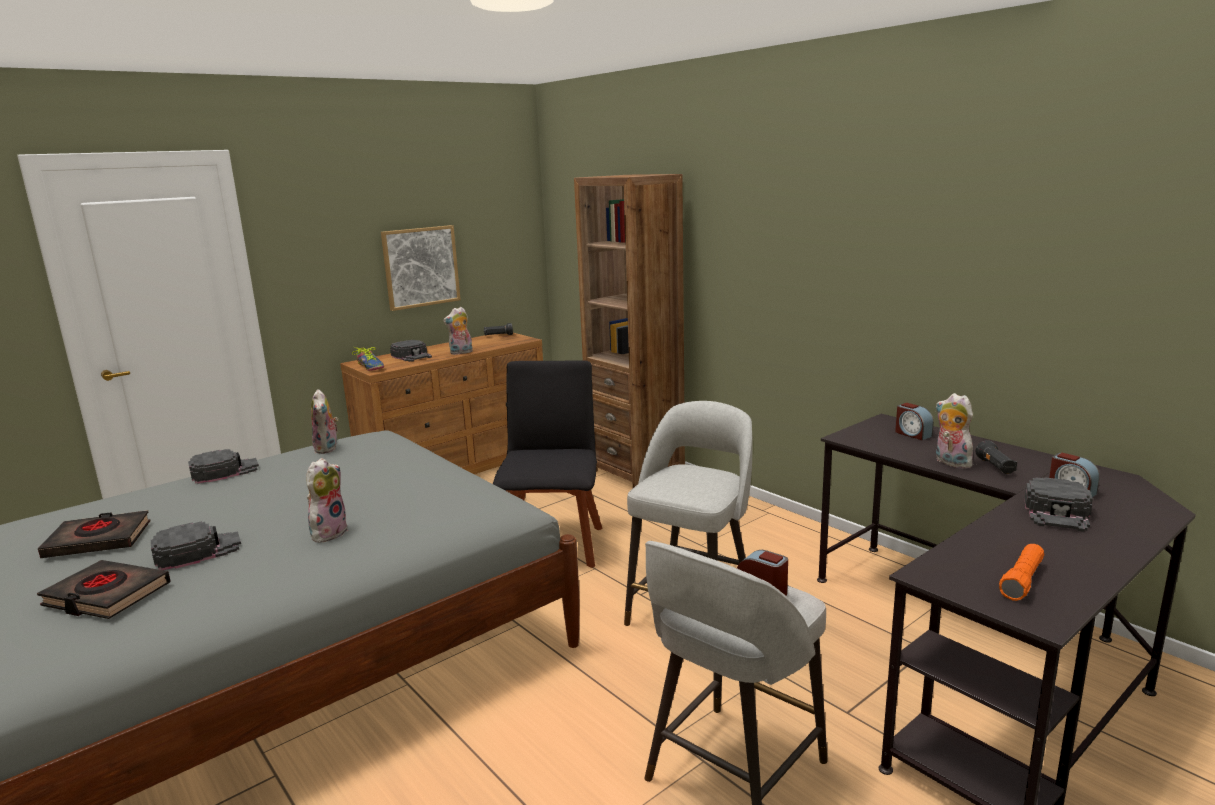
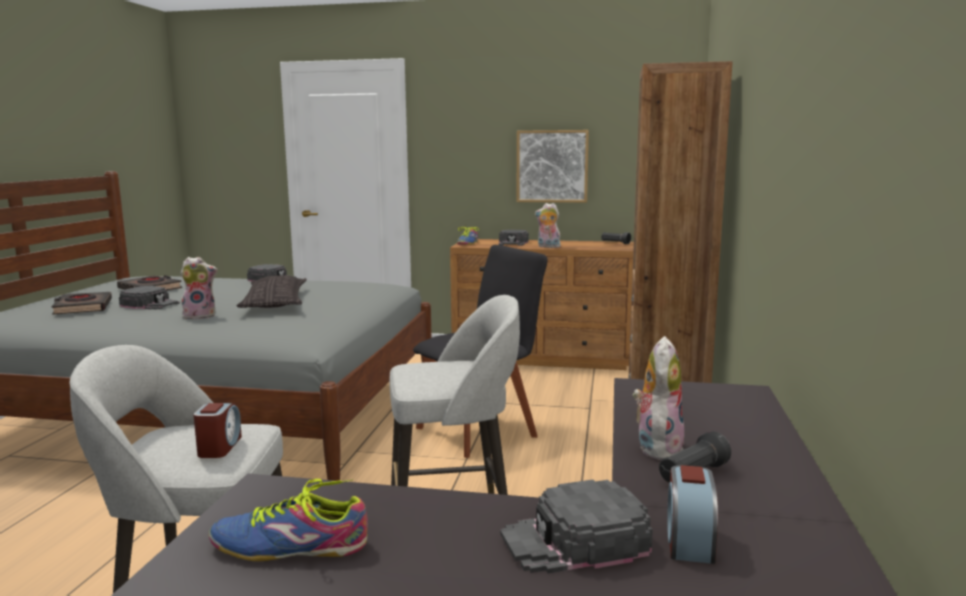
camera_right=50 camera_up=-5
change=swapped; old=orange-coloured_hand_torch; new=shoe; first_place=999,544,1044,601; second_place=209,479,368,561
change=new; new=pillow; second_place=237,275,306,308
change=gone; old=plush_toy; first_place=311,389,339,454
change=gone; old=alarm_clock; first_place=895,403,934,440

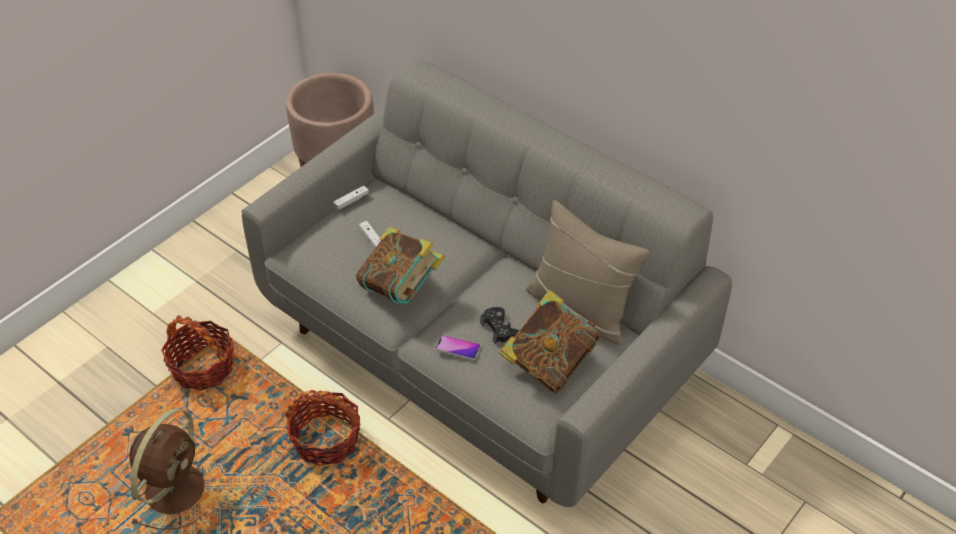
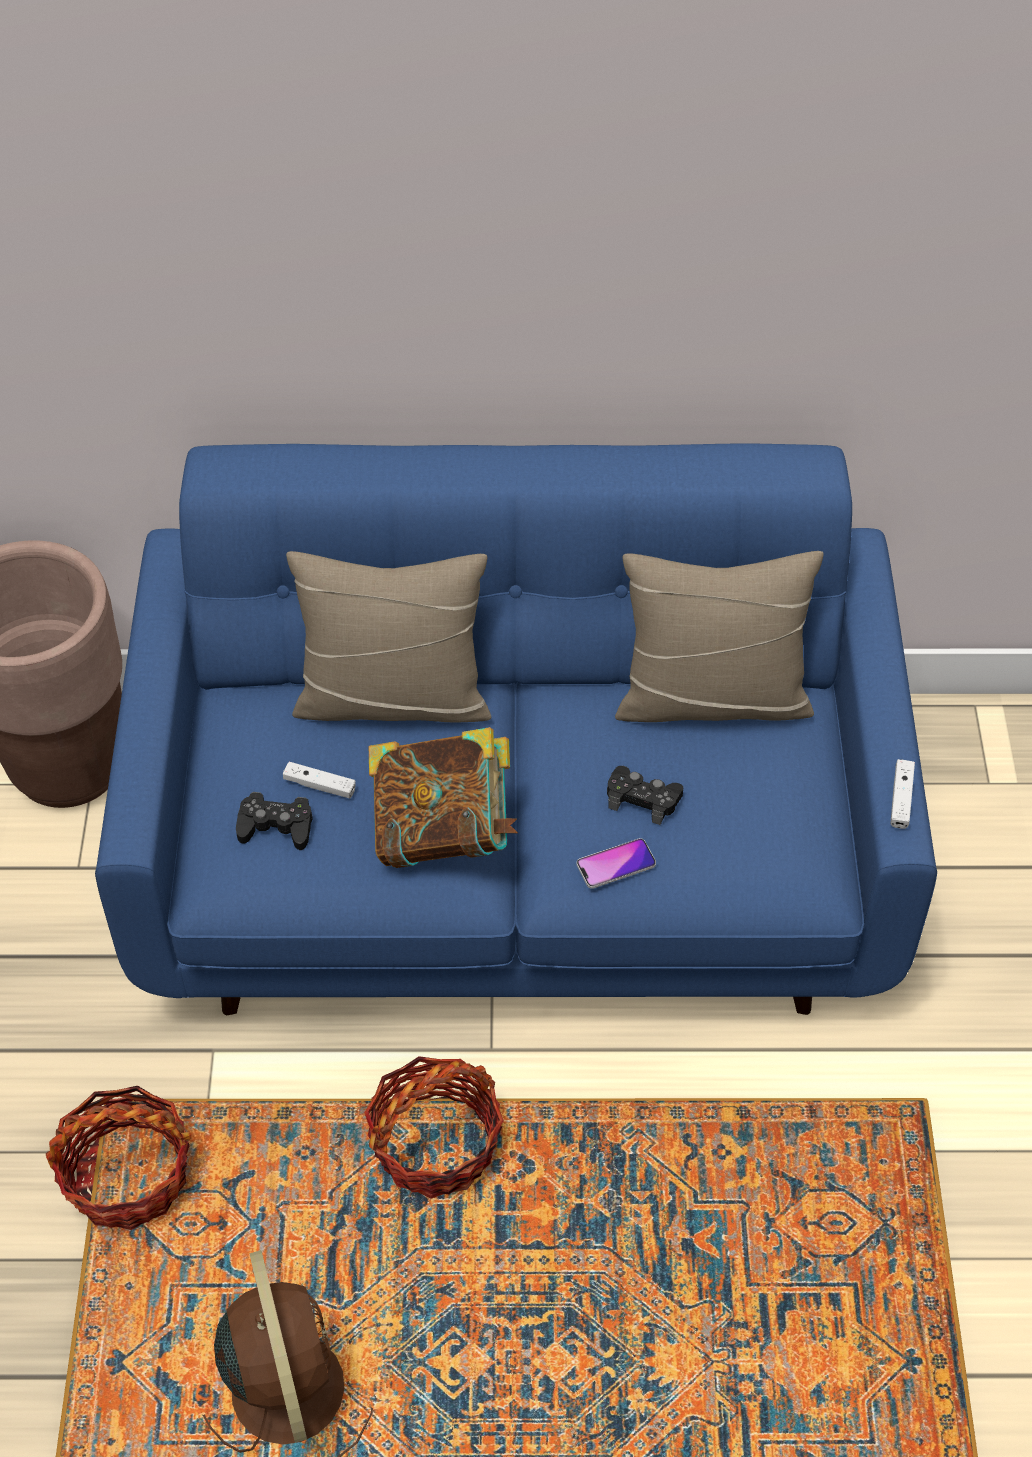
camera_right=-40 camera_up=5
change=repainted; old=grey_sofa; new=blue_sofa; first_place=242,60,732,507; second_place=95,443,937,1015
change=new; new=black-coloured_joypad; second_place=236,792,313,850
change=new; new=sand-coloured_pillow; second_place=286,551,491,723
change=shifted; old=white-coloured_joypad; first_place=333,186,369,210; second_place=890,759,915,829
change=gone; old=bound_book; first_place=499,290,600,393

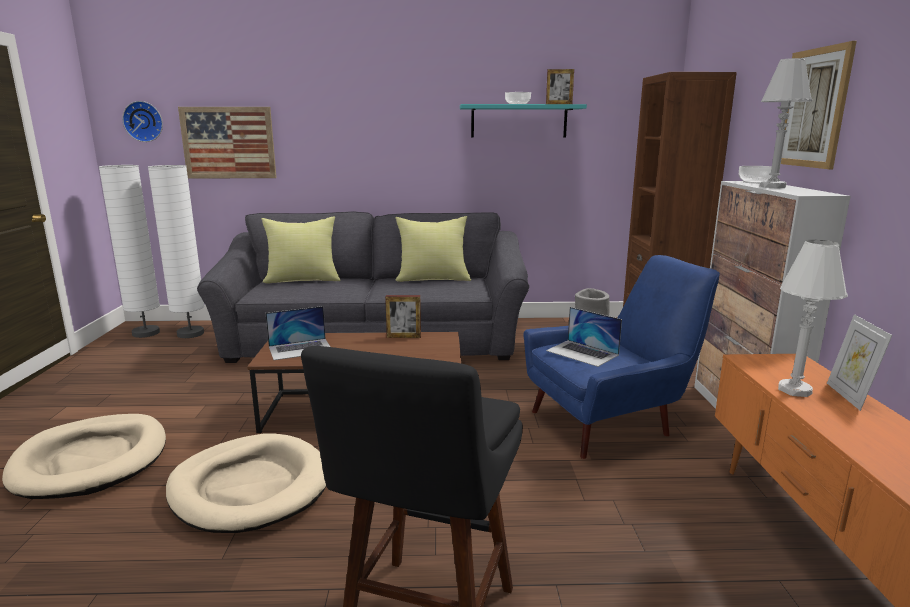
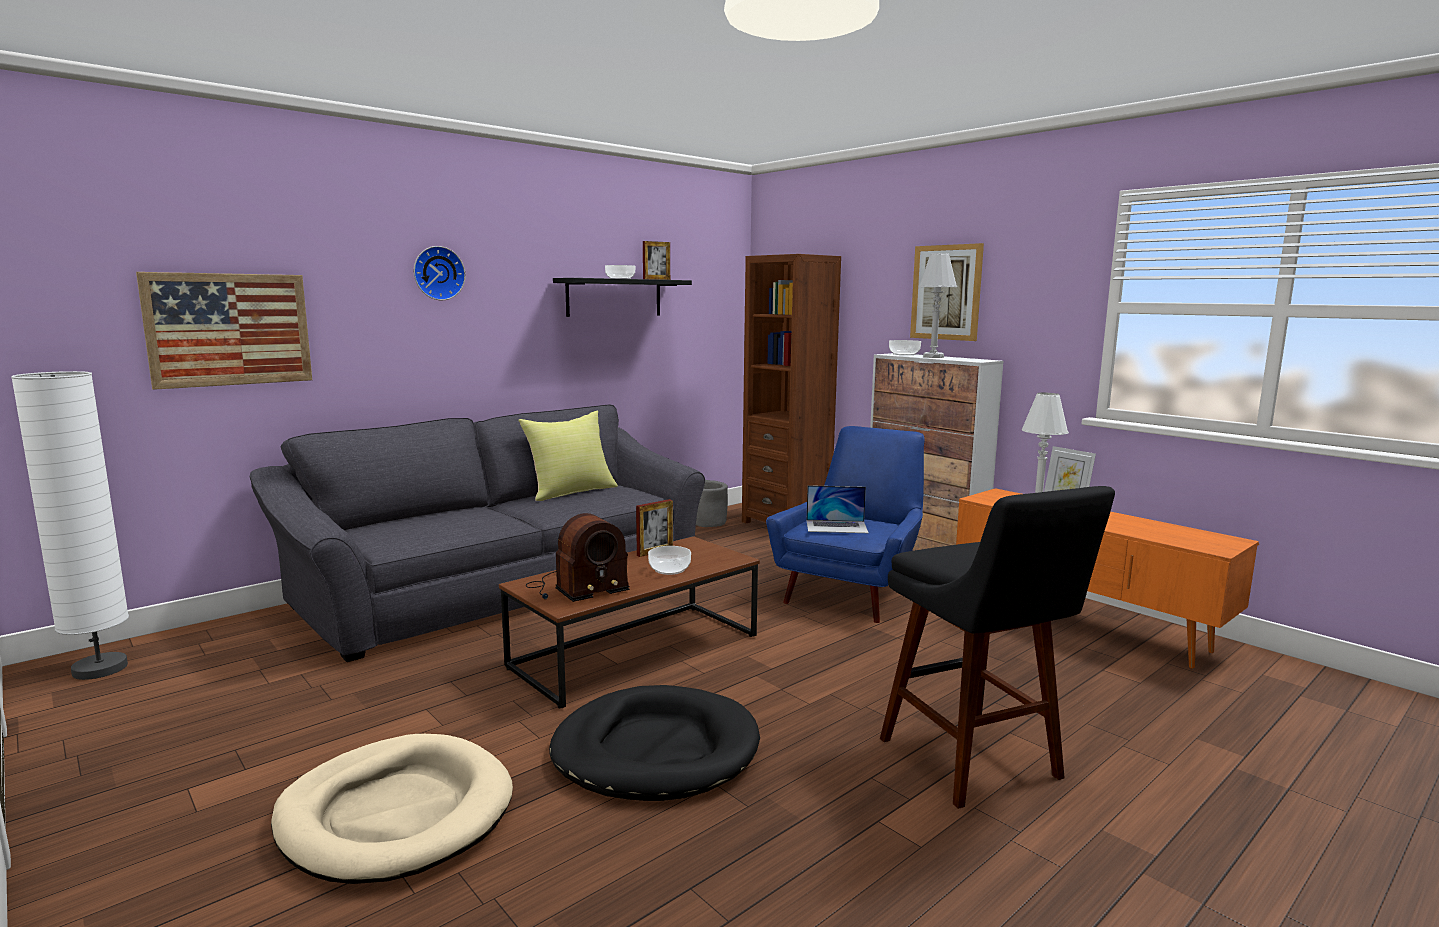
camera_right=-40 camera_up=-5
change=shifted; old=hanging_clock; first_place=122,101,163,142; second_place=414,246,466,300
change=swapped; old=portable_computer; new=radio; first_place=266,306,330,360; second_place=526,513,629,602
change=repainted; old=sand-coloured_dog_bed; new=black-coloured_dog_bed; first_place=166,433,326,533; second_place=549,685,760,801
change=repainted; old=turquoise_bracket_shelf; new=black-coloured_bracket_shelf; first_place=460,104,587,138; second_place=553,278,692,317
change=new; new=serving_bowl; second_place=648,546,691,575
change=gone; old=white-coloured_standing_lamp; first_place=148,165,205,338
change=gone; old=yellow-coloured_pillow; first_place=261,216,340,284

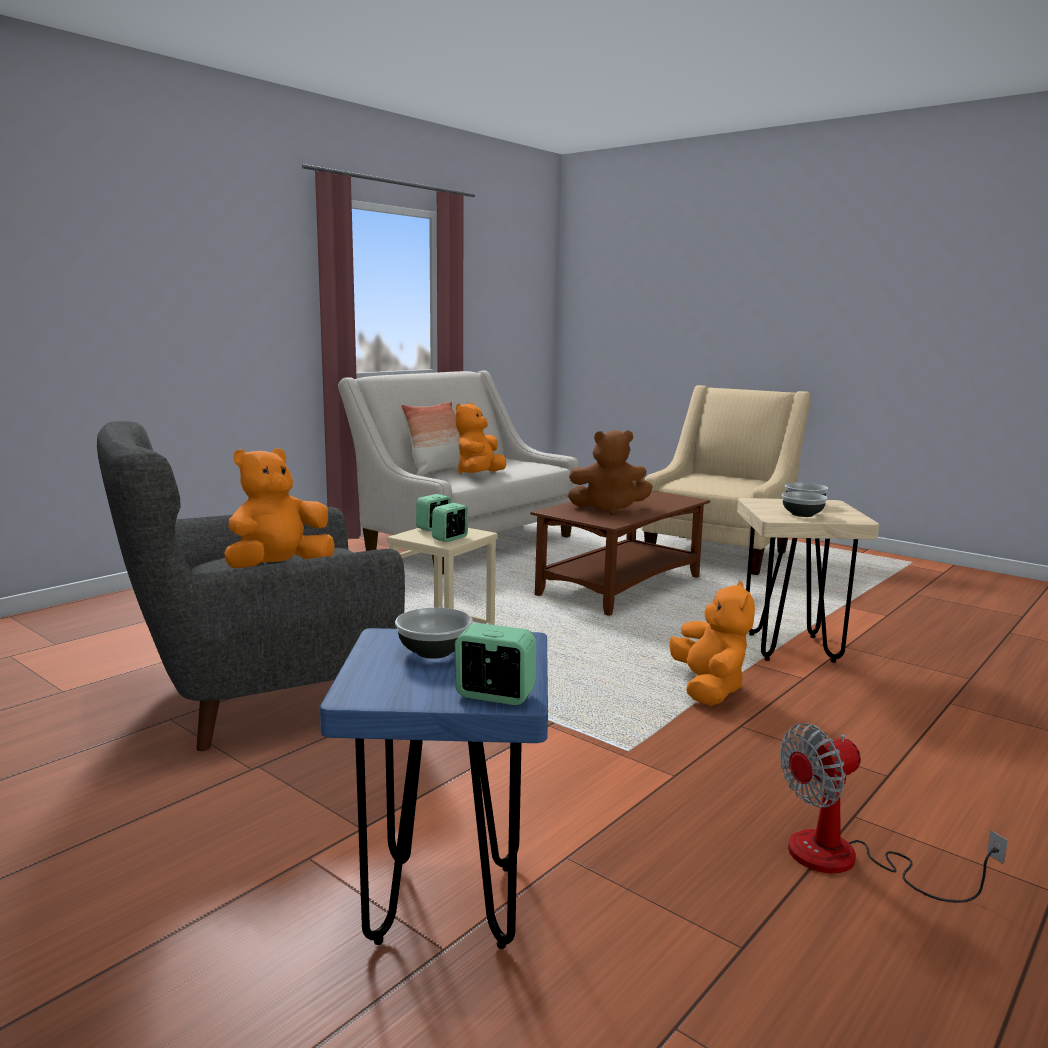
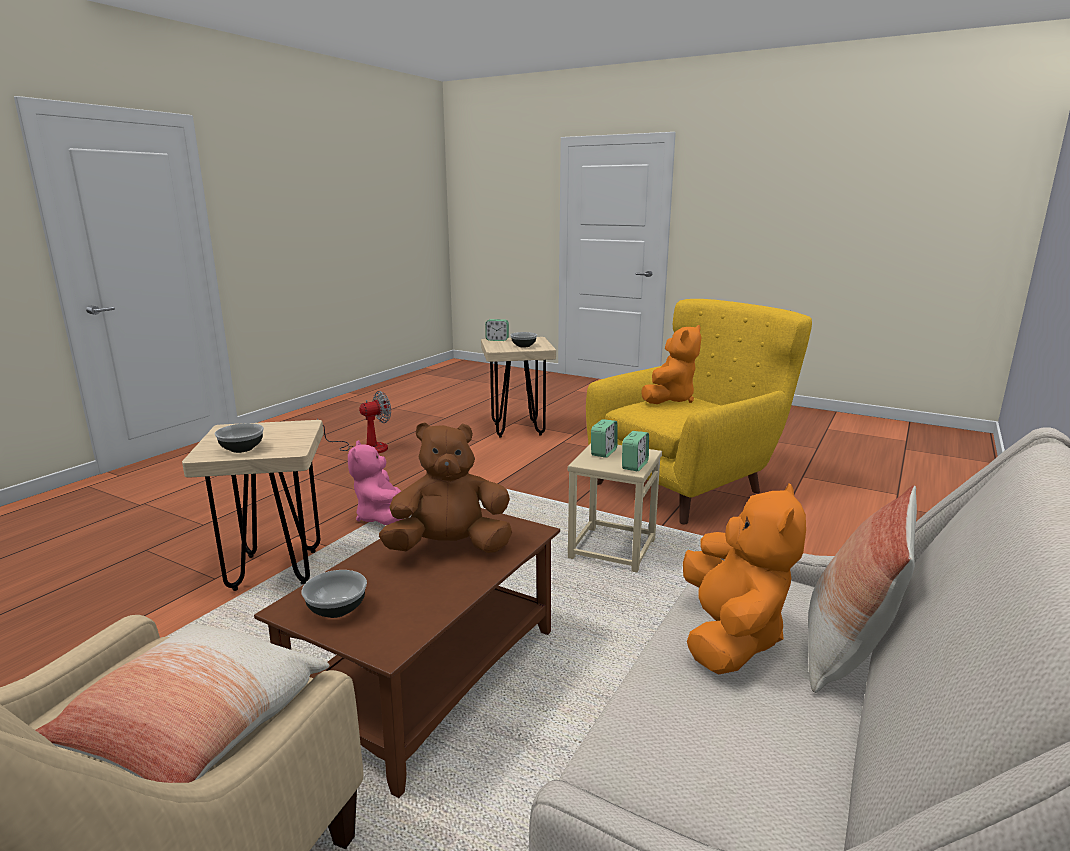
camera_right=170 camera_up=5
change=new; new=pillow; second_place=36,624,330,783
change=shifted; old=serving_bowl; first_place=781,491,828,517; second_place=302,570,367,618
change=repainted; old=orange-coloured_plush_toy; new=pinkish_plush_toy; first_place=669,581,755,706; second_place=348,440,402,525
change=repainted; old=blue_stool_seat; new=sand-coloured_stool_seat; first_place=320,628,548,949; second_place=481,337,556,438
change=repainted; old=grey_easy_chair; new=yellow-coloured_easy_chair; first_place=97,421,405,751; second_place=586,299,812,524

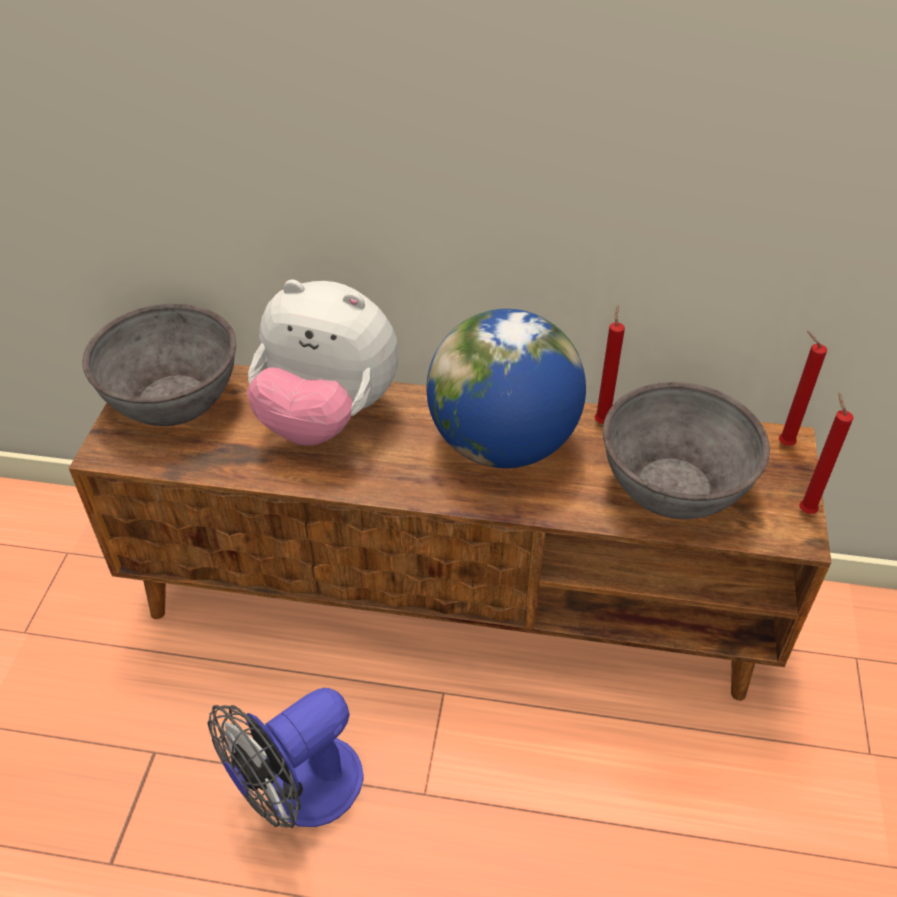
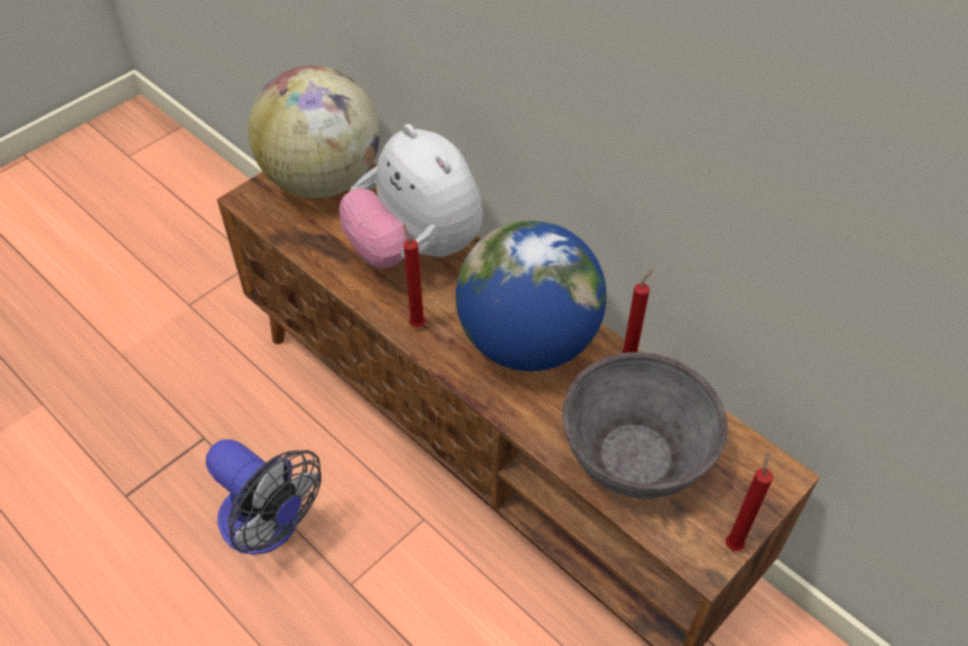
camera_right=35 camera_up=5
change=rotated; old=cooling_fan; first_place=208,688,364,828; second_place=206,439,321,555; degrees=-135
change=swapped; old=grey_serving_bowl; new=world_globe; first_place=82,304,236,426; second_place=248,66,380,198
change=shifted; old=red-coloured_candle; first_place=779,331,827,446; second_place=404,224,425,327

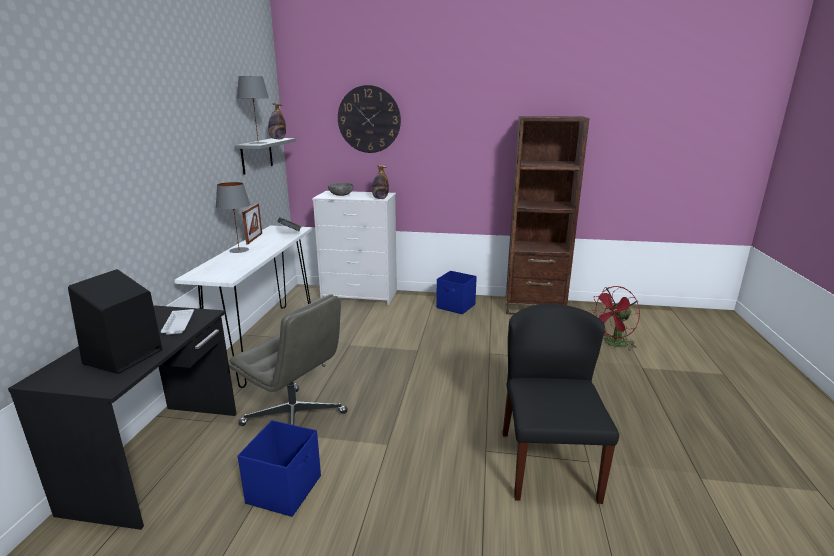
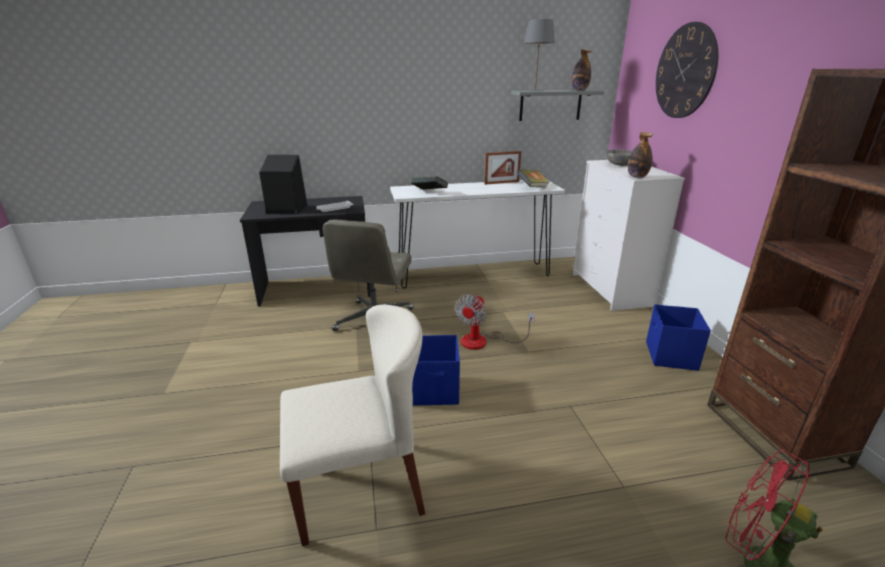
camera_right=70 camera_up=5
change=repainted; old=black-coloured_upright_chair; new=sand-coloured_upright_chair; first_place=502,304,619,504; second_place=280,304,425,546
change=new; new=bound_book; second_place=411,176,448,190
change=shifted; old=blue_storage_box; first_place=237,420,321,517; second_place=412,335,460,406
change=new; new=cooling_fan; second_place=455,295,535,350
change=gone; old=grey_tabletop_lamp; first_place=216,182,250,253

